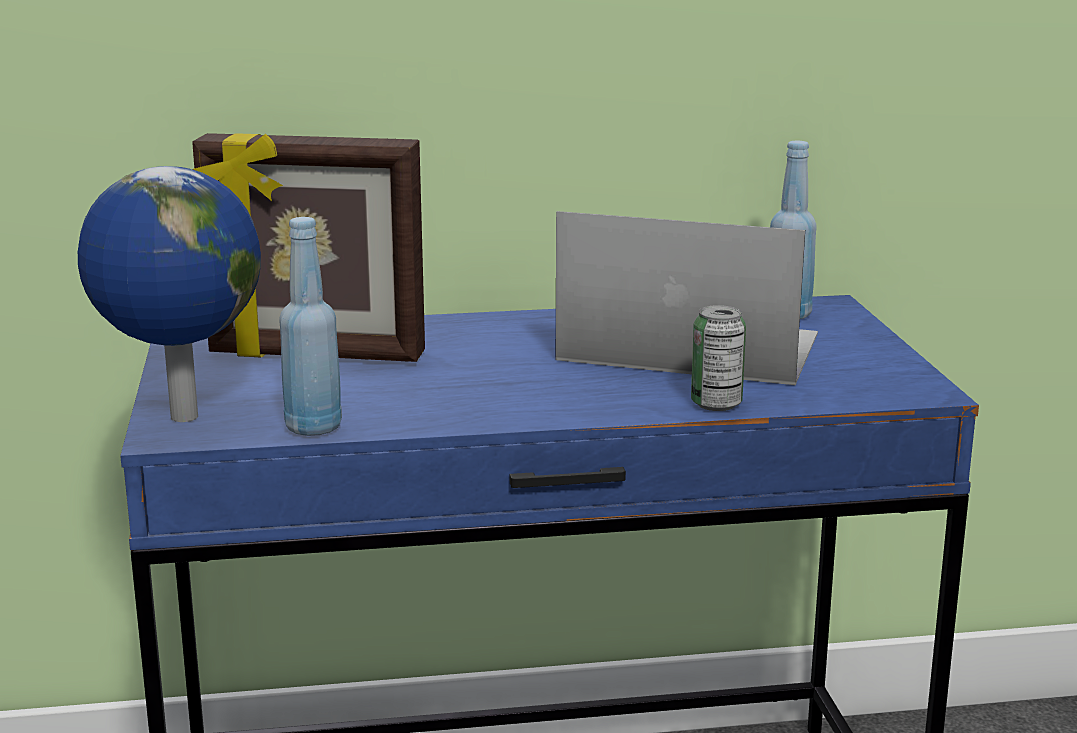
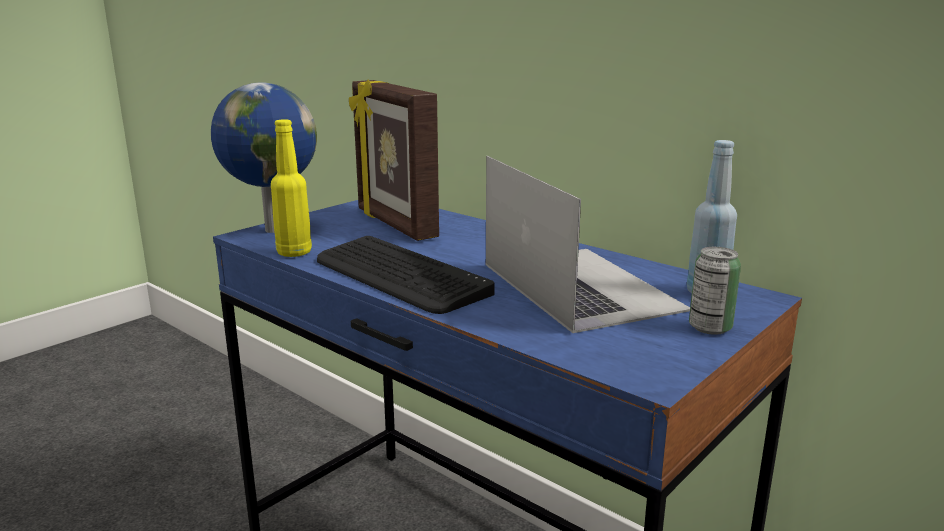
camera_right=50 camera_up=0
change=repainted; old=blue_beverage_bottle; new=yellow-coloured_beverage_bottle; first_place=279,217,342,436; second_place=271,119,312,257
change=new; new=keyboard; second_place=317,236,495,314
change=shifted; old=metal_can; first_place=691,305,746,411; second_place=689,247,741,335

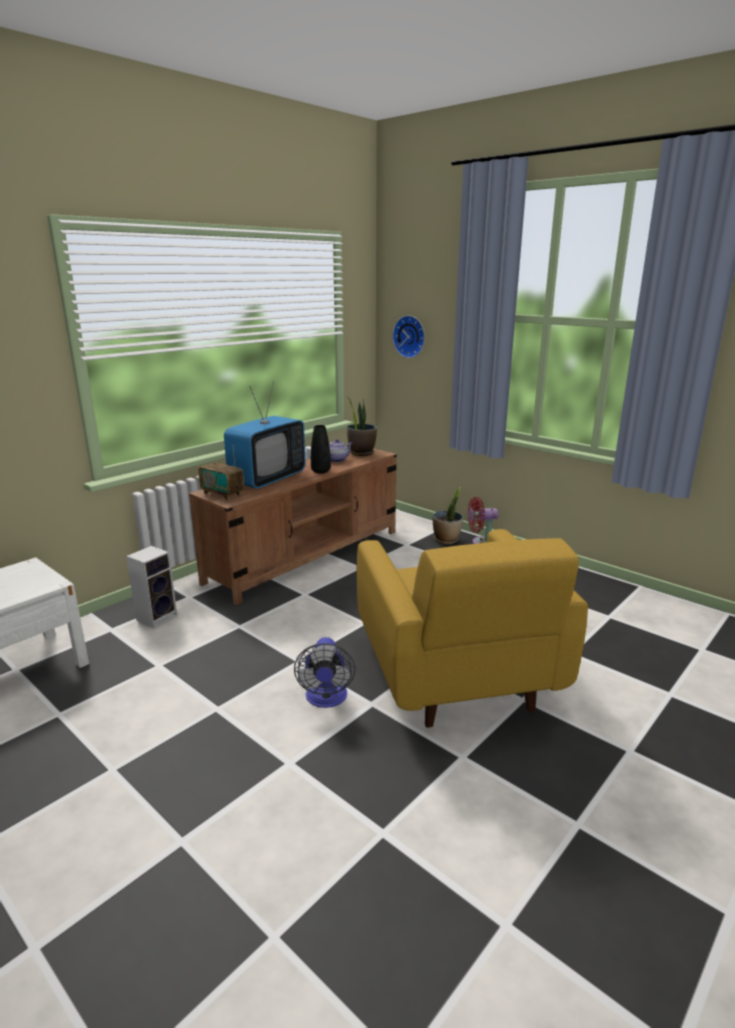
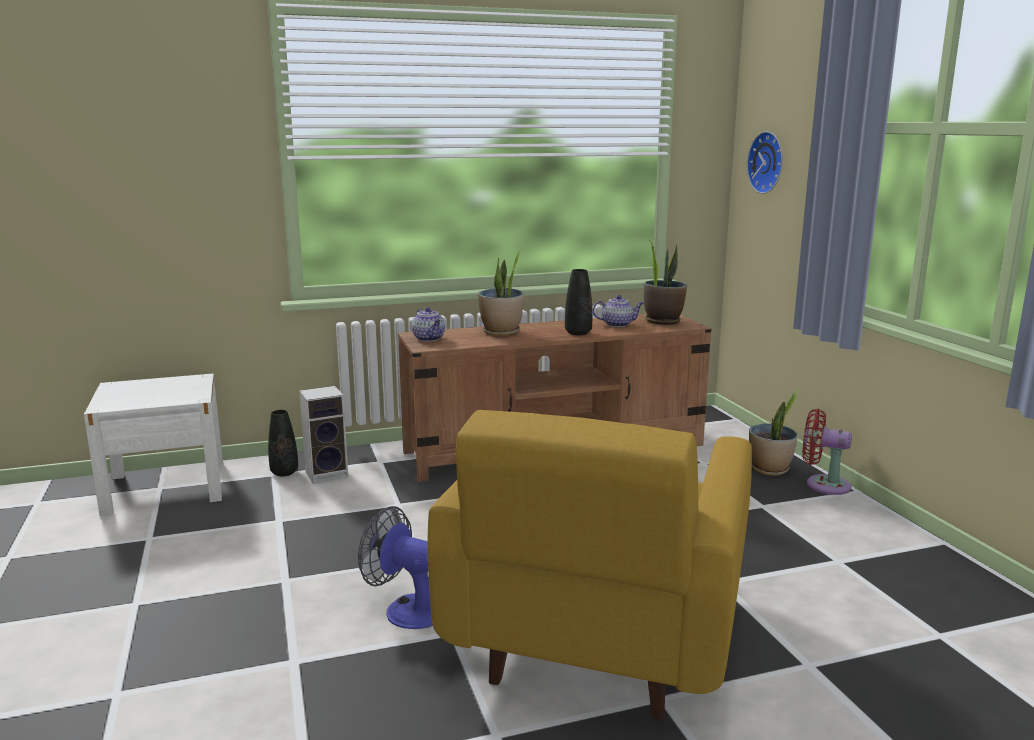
camera_right=30 camera_up=-5
change=new; new=black-coloured_flower_vase; second_place=268,410,298,476
change=rotated; old=cooling_fan; first_place=294,637,355,708; second_place=358,506,433,629; degrees=90
change=swapped; old=radio; new=teapot; first_place=198,445,244,500; second_place=412,307,445,342
change=swapped; old=television; new=houseplant; first_place=224,381,306,489; second_place=478,249,524,336

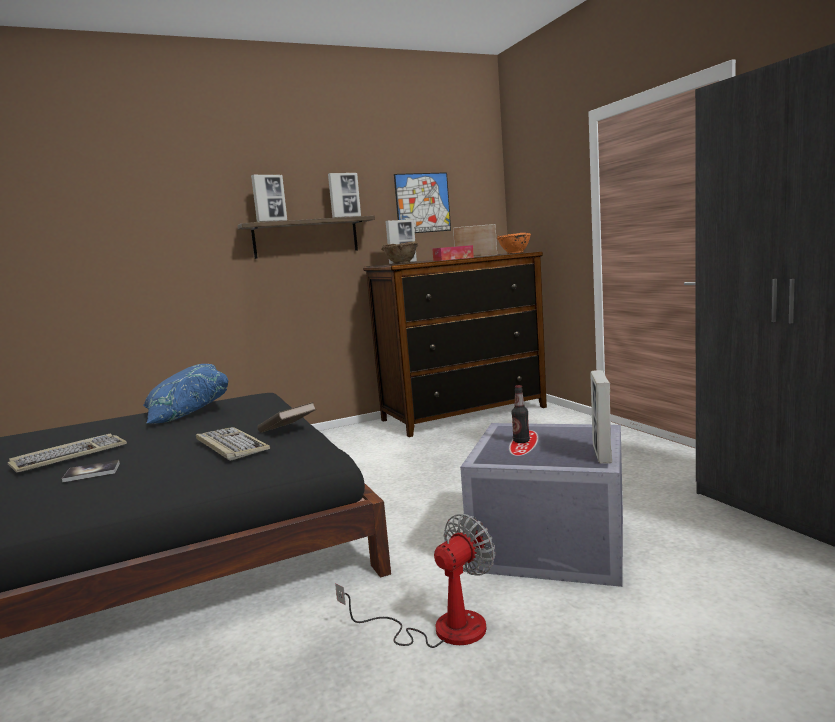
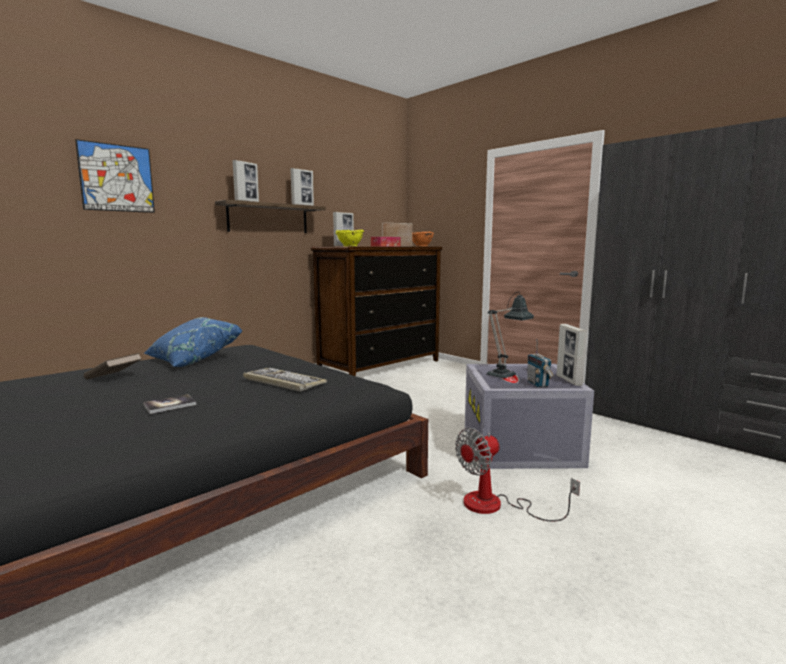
camera_right=-20 camera_up=0
change=shifted; old=wall_art; first_place=394,172,451,233; second_place=75,139,155,213
change=shifted; old=brown_bound_book; first_place=258,402,316,433; second_place=84,353,142,380
change=repainted; old=brown_serving_bowl; new=yellow-coloured_serving_bowl; first_place=381,241,418,264; second_place=336,230,364,246
change=rotated; old=cooling_fan; first_place=335,514,495,648; second_place=455,428,580,521; degrees=-150
change=swapped; old=beverage_bottle; new=tabletop_lamp; first_place=511,385,530,443; second_place=486,292,534,379
change=new; new=radio; second_place=527,339,554,387
change=gone; old=keyboard; first_place=8,434,127,473

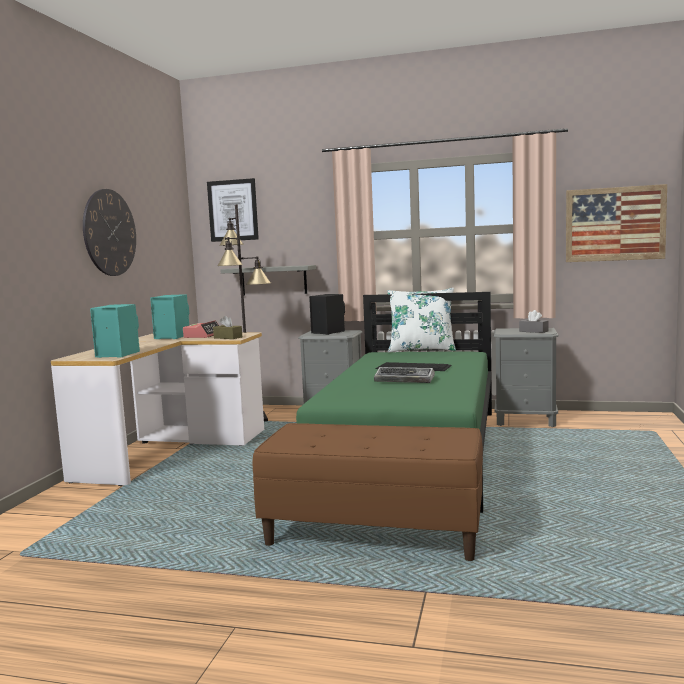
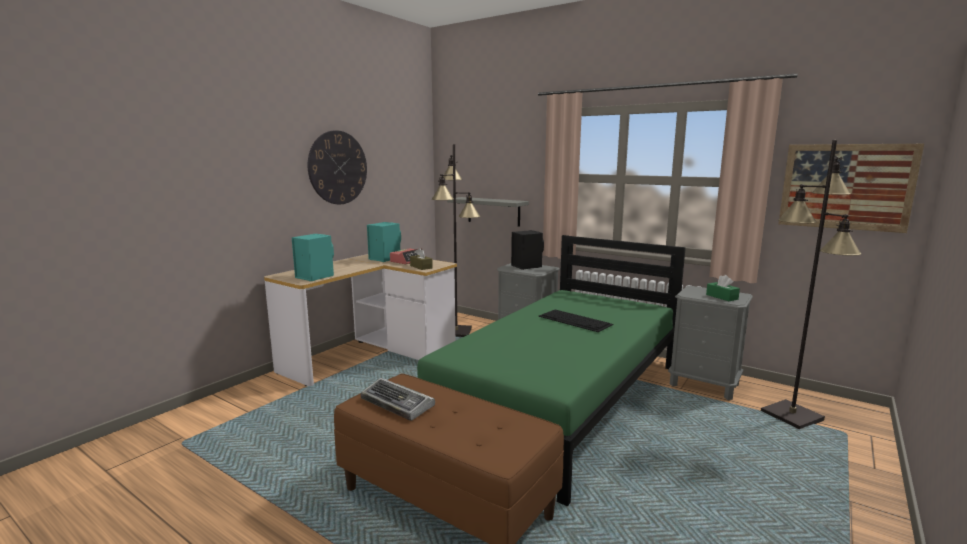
camera_right=20 camera_up=5
change=shifted; old=keyboard; first_place=374,367,435,383; second_place=361,378,435,421
change=repainted; old=grey_box_of_tissues; new=green_box_of_tissues; first_place=519,310,549,333; second_place=706,275,740,301
change=new; new=black-coloured_standing_lamp; second_place=761,140,861,429
change=gone; old=wall_art; first_place=207,178,259,242
change=gone; old=white-coloured_pillow; first_place=387,288,456,353

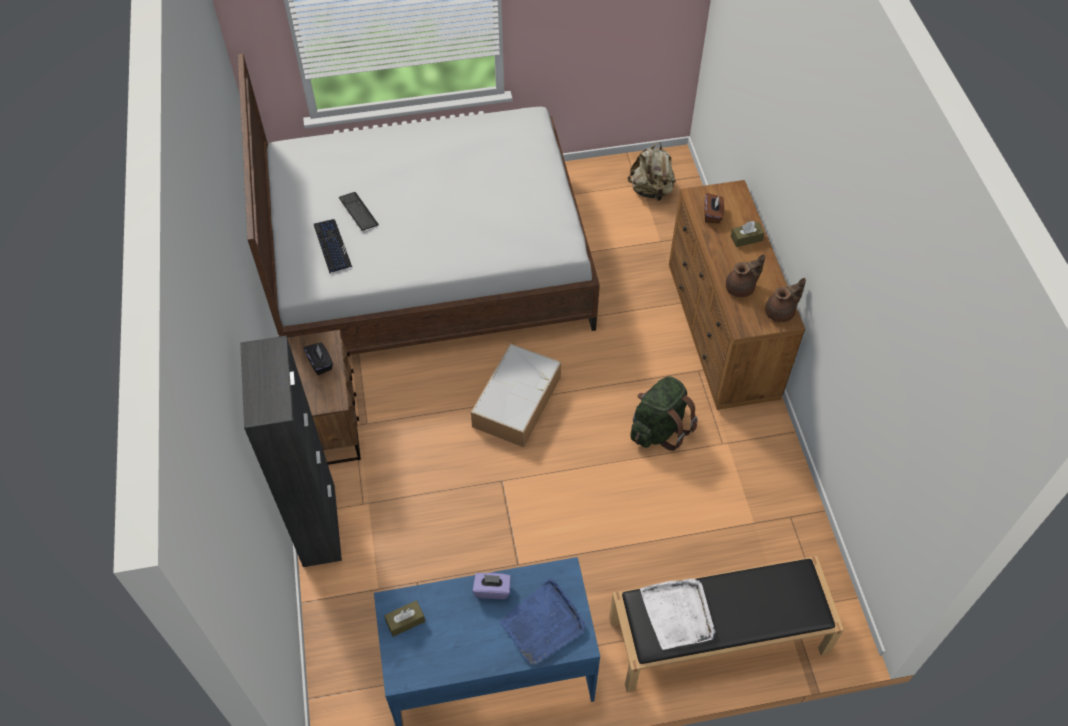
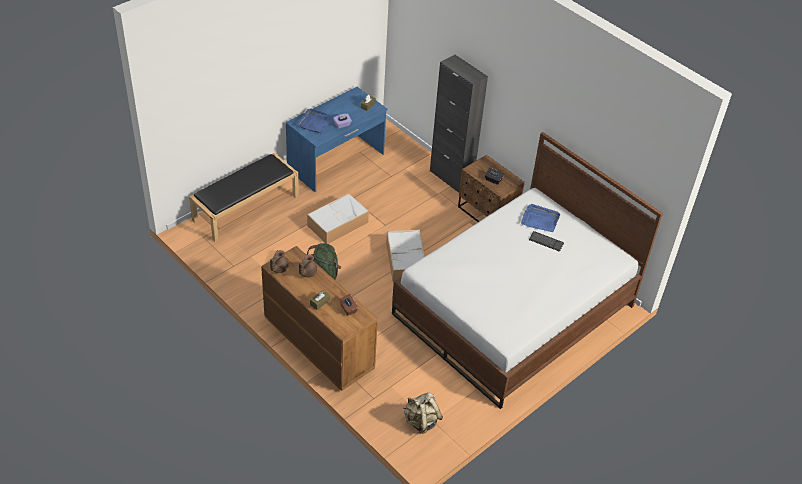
camera_right=145 camera_up=-10
change=new; new=storage_box; second_place=307,193,369,244
change=swapped; old=keyboard; new=blue_carrying_tray; first_place=314,219,352,274; second_place=521,204,560,232
change=gone; old=white-coloured_carrying_tray; first_place=640,579,715,650

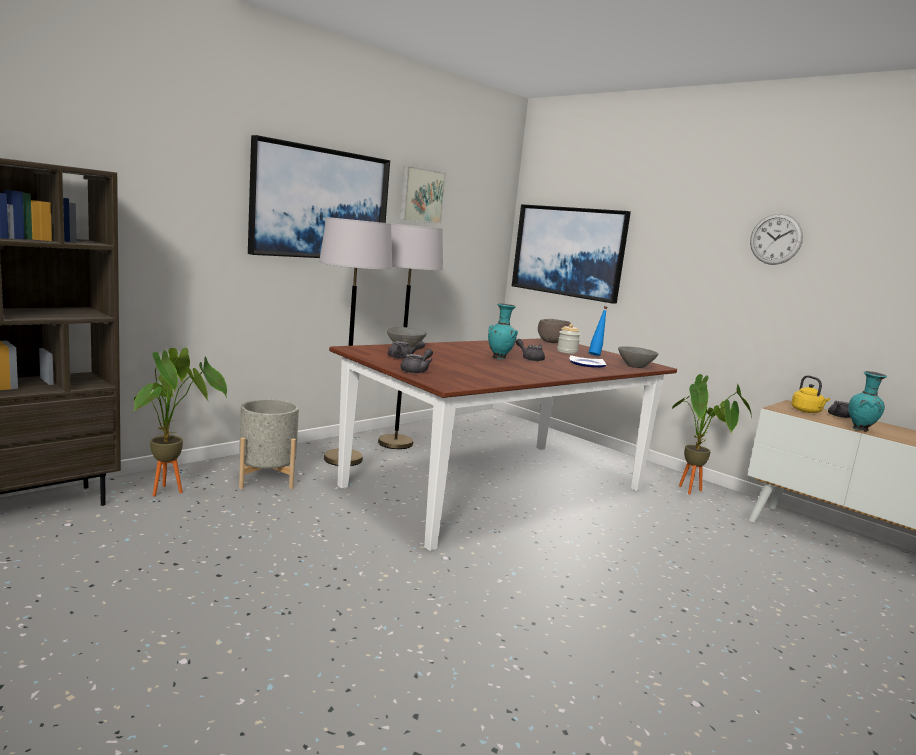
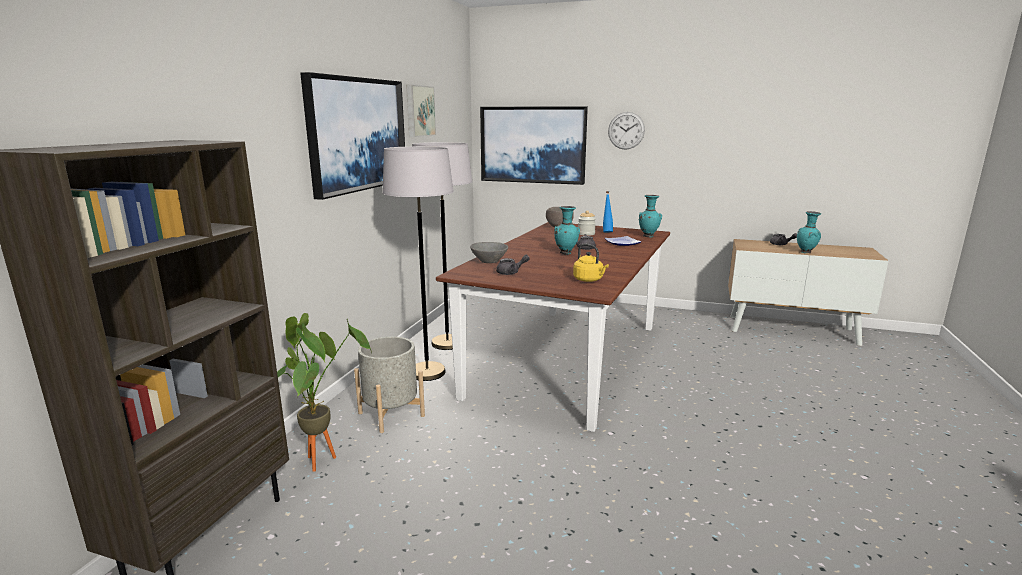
camera_right=-25 camera_up=5
change=shifted; old=yellow-coloured_tea_kettle; first_place=791,375,830,413; second_place=573,243,609,282
change=shifted; old=hanging_clock; first_place=750,214,803,265; second_place=608,112,645,150
change=swapped; old=grey_serving_bowl; new=turquoise_flower_vase; first_place=618,346,658,368; second_place=639,195,662,238
change=gone; old=grey_teapot; first_place=400,349,433,373
change=gone; old=houseplant; first_place=671,374,752,495

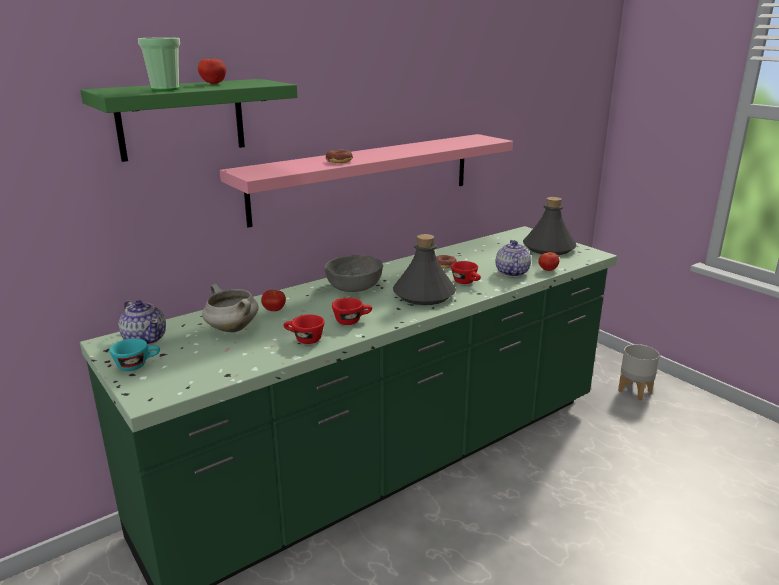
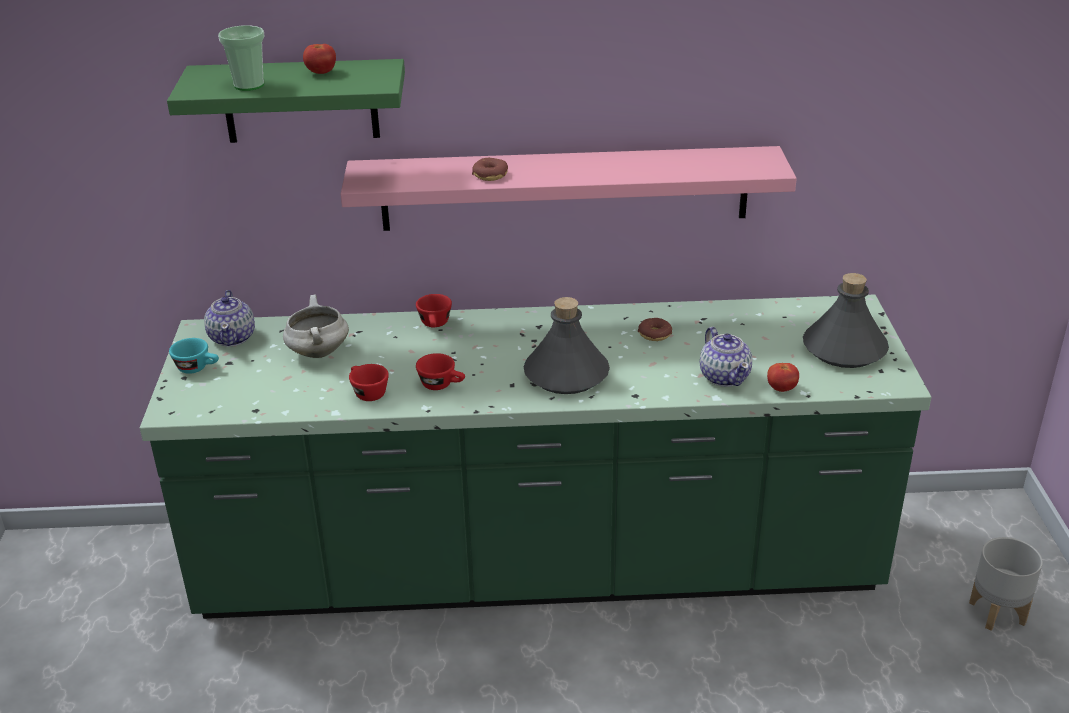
camera_right=35 camera_up=10
change=shifted; old=red-coloured_small_cup; first_place=451,261,481,284; second_place=416,294,452,328
change=rotated; old=teapot; first_place=496,240,531,277; second_place=700,327,752,387; degrees=120
change=gone; old=tomato; first_place=261,290,286,311
change=gone; old=grey_serving_bowl; first_place=325,255,383,292

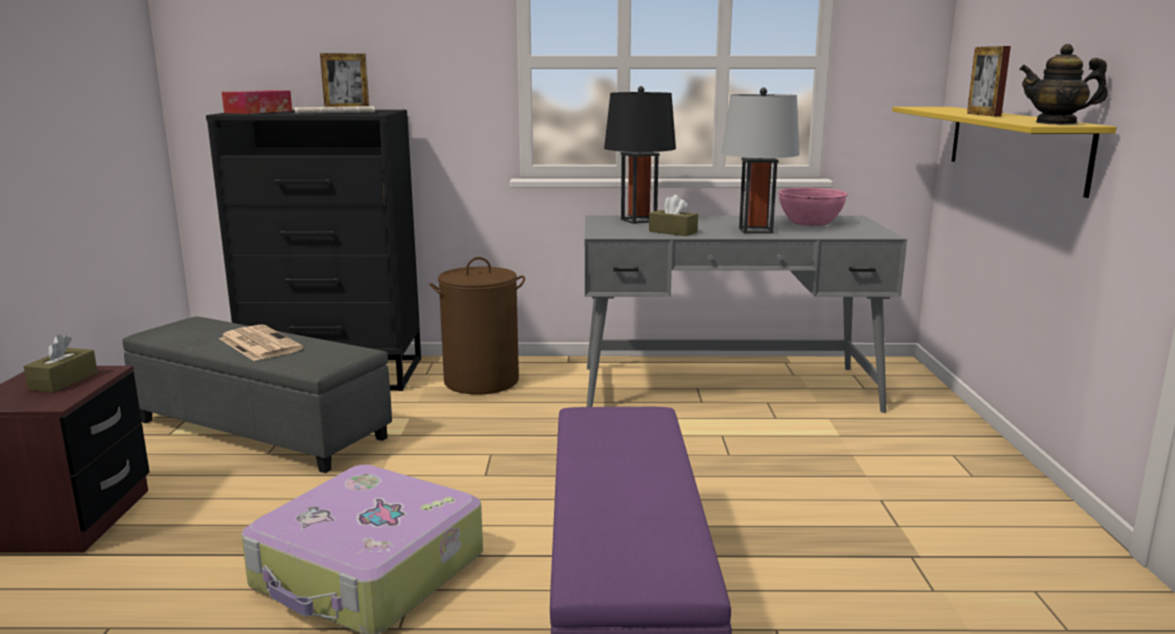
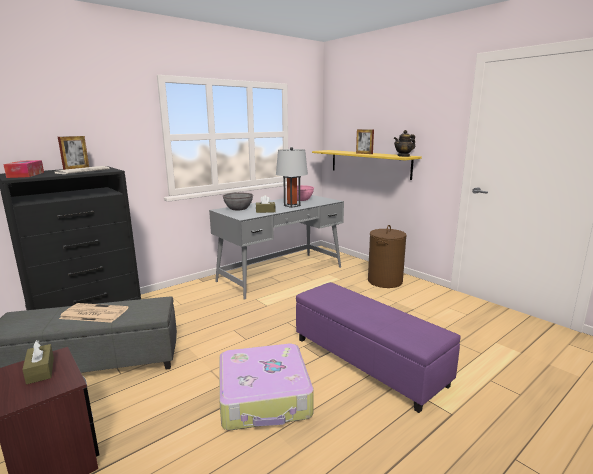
camera_right=-40 camera_up=0
change=swapped; old=black-coloured_tabletop_lamp; new=grey_serving_bowl; first_place=604,86,676,224; second_place=223,193,253,210
change=shifted; old=brown_washing_basket; first_place=429,257,525,395; second_place=368,225,407,288

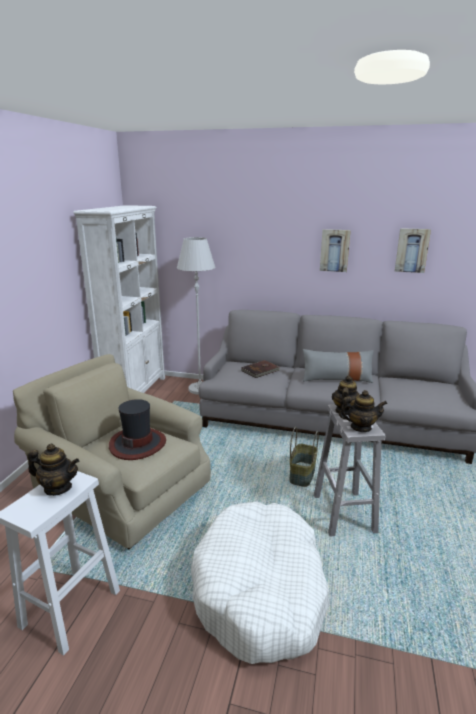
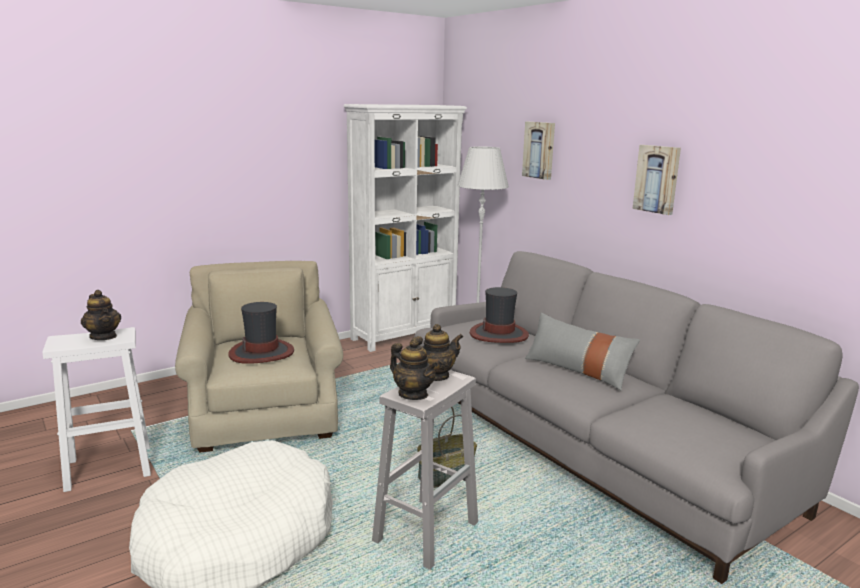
camera_right=40 camera_up=-5
change=swapped; old=brown_bound_book; new=hat; first_place=241,360,281,378; second_place=470,287,529,343
change=shifted; old=wall_art; first_place=395,228,431,273; second_place=522,122,555,180

